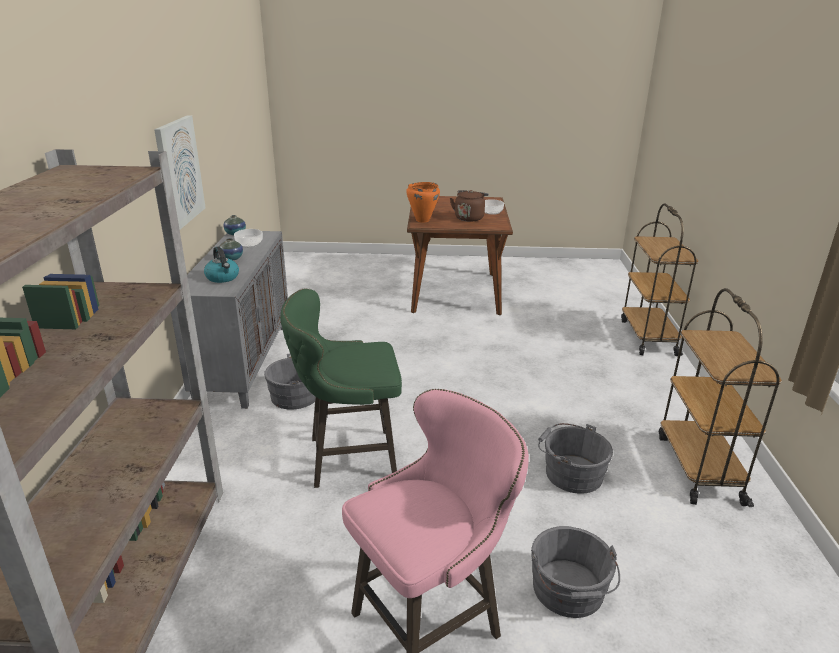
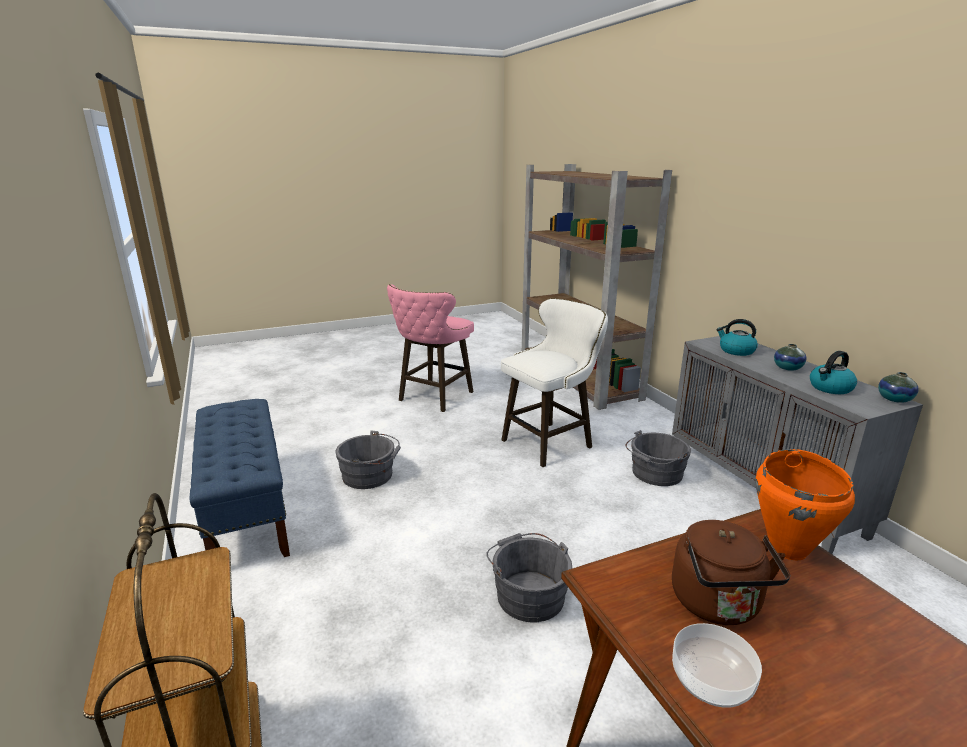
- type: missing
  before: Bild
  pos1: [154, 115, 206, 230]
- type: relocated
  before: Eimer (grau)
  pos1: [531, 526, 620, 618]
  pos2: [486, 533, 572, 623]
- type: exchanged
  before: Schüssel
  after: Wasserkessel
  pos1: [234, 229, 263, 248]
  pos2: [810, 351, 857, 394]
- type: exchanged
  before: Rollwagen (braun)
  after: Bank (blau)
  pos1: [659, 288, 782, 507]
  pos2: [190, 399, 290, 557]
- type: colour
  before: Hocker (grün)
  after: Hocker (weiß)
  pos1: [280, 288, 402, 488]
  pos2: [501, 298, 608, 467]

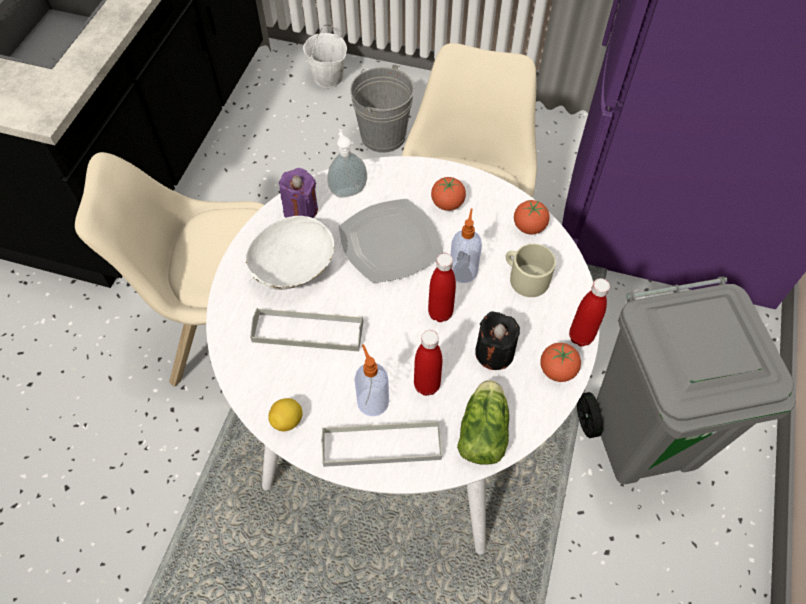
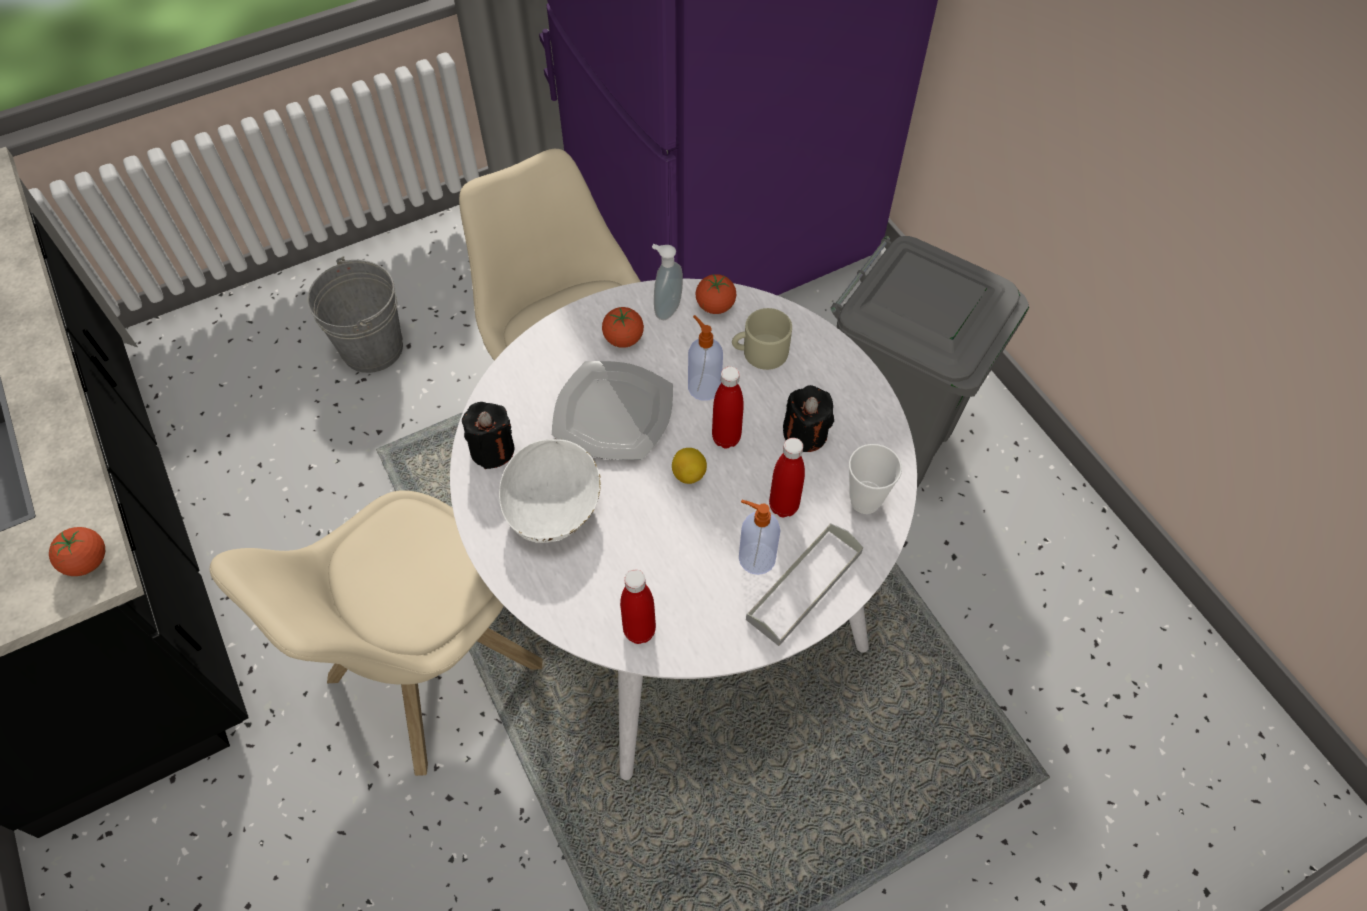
- type: missing
  before: Tablett (grau)
  pos1: [250, 308, 363, 351]
- type: missing
  before: Eimer (weiß)
  pos1: [303, 25, 347, 88]
- type: relocated
  before: Zitrone
  pos1: [268, 398, 303, 431]
  pos2: [672, 448, 707, 484]
- type: relocated
  before: Seifenspender
  pos1: [327, 132, 367, 197]
  pos2: [652, 244, 683, 320]
- type: relocated
  before: Tomate
  pos1: [540, 343, 581, 382]
  pos2: [49, 527, 105, 576]
- type: relocated
  before: Flasche (rot)
  pos1: [569, 278, 610, 346]
  pos2: [620, 569, 656, 644]
- type: exchanged
  before: Salatkopf
  after: Tasse
  pos1: [457, 380, 509, 465]
  pos2: [849, 444, 902, 514]
- type: colour
  before: Kerze (lila)
  after: Kerze (schwarz)
  pos1: [279, 168, 318, 218]
  pos2: [462, 402, 514, 469]

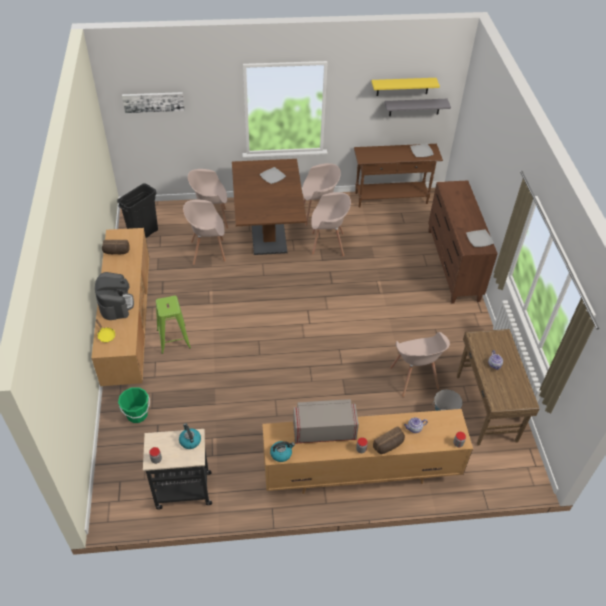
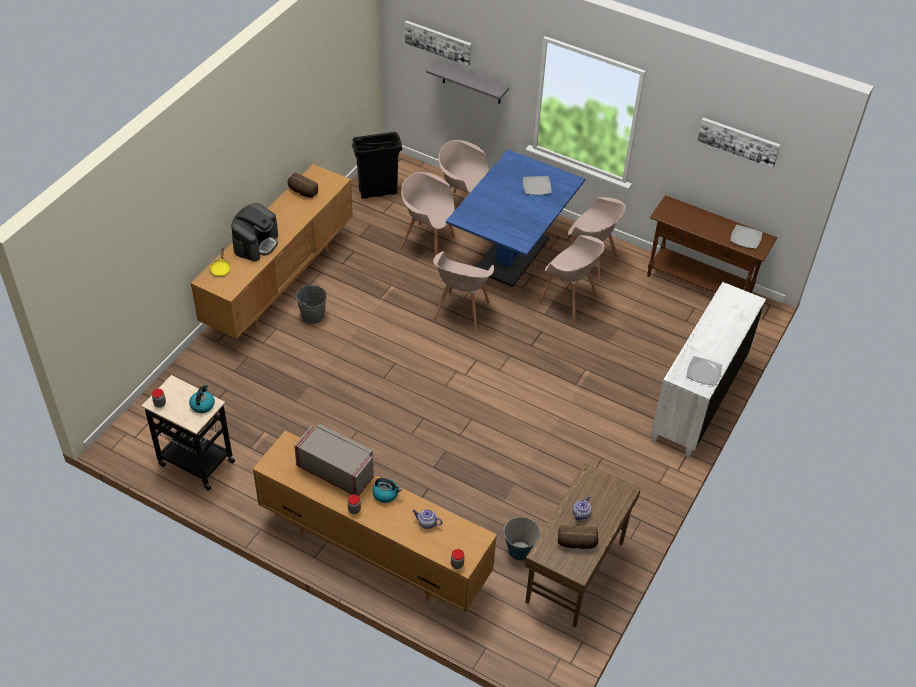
- type: missing
  before: Eimer (grün)
  pos1: [118, 387, 150, 423]
- type: relocated
  before: Wasserkessel
  pos1: [270, 441, 295, 462]
  pos2: [372, 478, 402, 503]
- type: relocated
  before: Brot
  pos1: [373, 426, 405, 454]
  pos2: [558, 525, 599, 549]
- type: relocated
  before: Wandregal (grau)
  pos1: [384, 99, 451, 116]
  pos2: [426, 61, 509, 104]
- type: relocated
  before: Stuhl (beige)
  pos1: [390, 332, 450, 397]
  pos2: [433, 251, 494, 332]
- type: exchanged
  before: Hocker (grün)
  after: Eimer (grau)
  pos1: [156, 296, 191, 354]
  pos2: [296, 284, 327, 324]
- type: exchanged
  before: Wandregal (gelb)
  after: Bild
  pos1: [371, 78, 440, 96]
  pos2: [697, 117, 780, 168]
- type: colour
  before: Esstisch (braun)
  after: Esstisch (blau)
  pos1: [232, 159, 307, 255]
  pos2: [446, 149, 585, 287]
- type: colour
  before: Kommode (braun)
  after: Kommode (weiß)
  pos1: [428, 180, 498, 304]
  pos2: [651, 282, 766, 458]

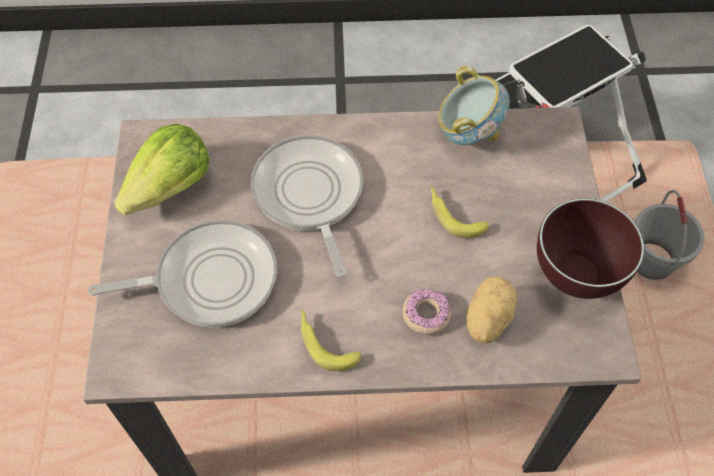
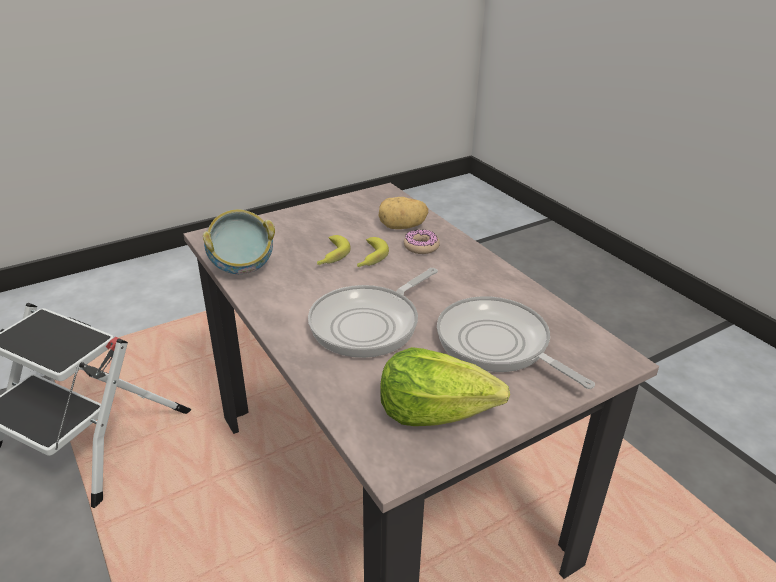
- type: missing
  before: Schüssel (braun)
  pos1: [537, 198, 644, 299]
- type: missing
  before: Eimer (grau)
  pos1: [634, 190, 705, 280]
- type: relocated
  before: Banane
  pos1: [300, 310, 361, 371]
  pos2: [357, 237, 389, 267]

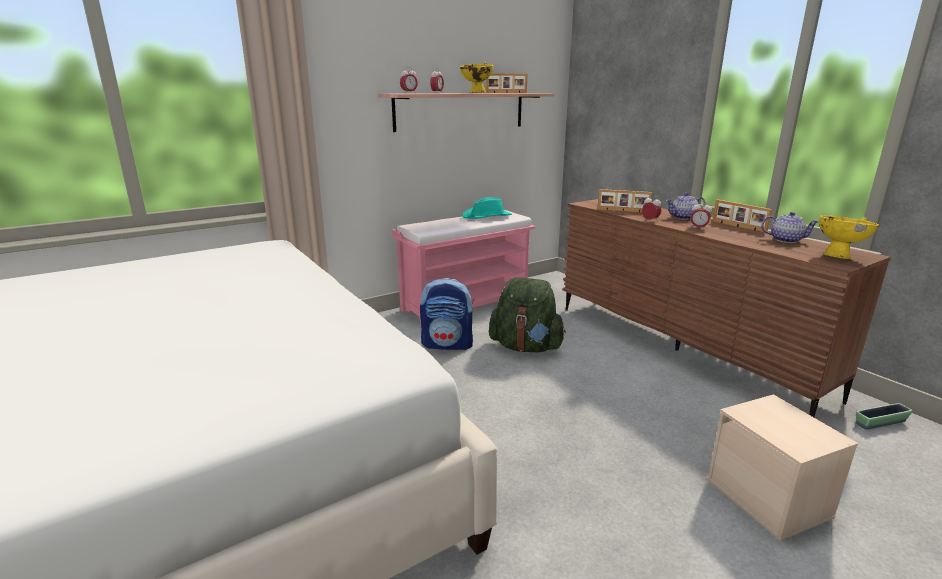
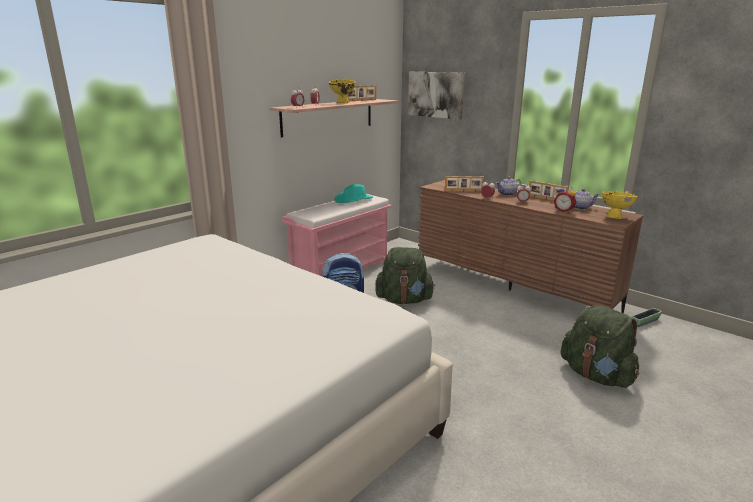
- type: appeared
  after: Bild
  pos2: [408, 72, 465, 120]
- type: appeared
  after: Wecker
  pos2: [554, 185, 576, 212]
- type: exchanged
  before: Aufbewahrungsbox (beige)
  after: Rucksack (grün)
  pos1: [707, 394, 858, 541]
  pos2: [561, 305, 639, 388]

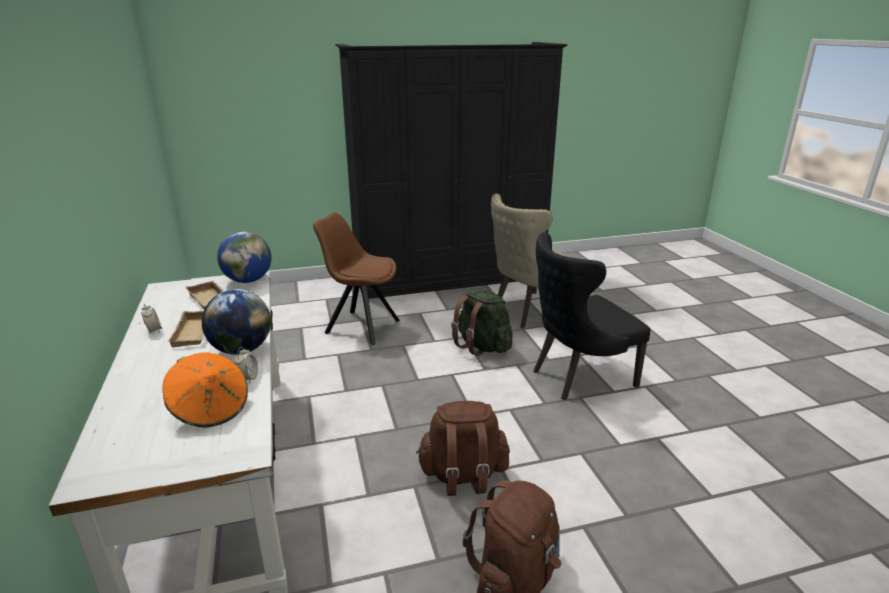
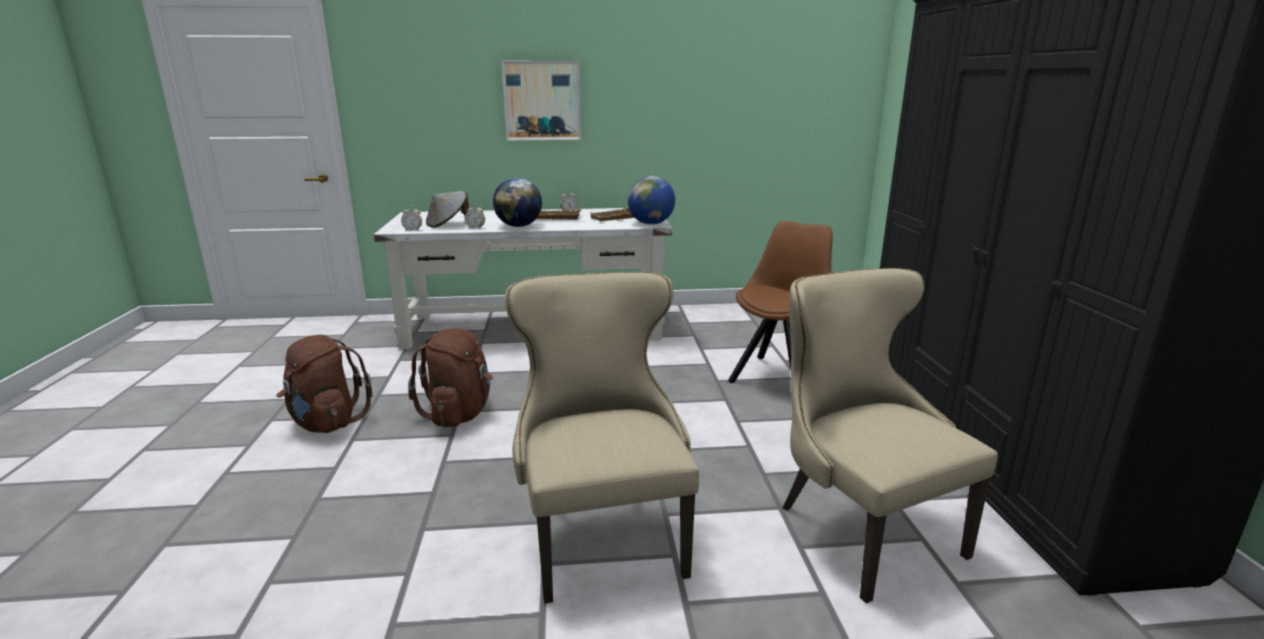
- type: missing
  before: Rucksack (grün)
  pos1: [451, 288, 513, 356]
- type: appeared
  after: Wecker
  pos2: [401, 206, 422, 231]
- type: appeared
  after: Bild
  pos2: [501, 60, 581, 141]
- type: colour
  before: Hut (orange)
  after: Hut (grau)
  pos1: [162, 352, 248, 428]
  pos2: [426, 191, 469, 228]
- type: colour
  before: Stuhl (schwarz)
  after: Stuhl (beige)
  pos1: [533, 232, 650, 400]
  pos2: [505, 272, 699, 604]

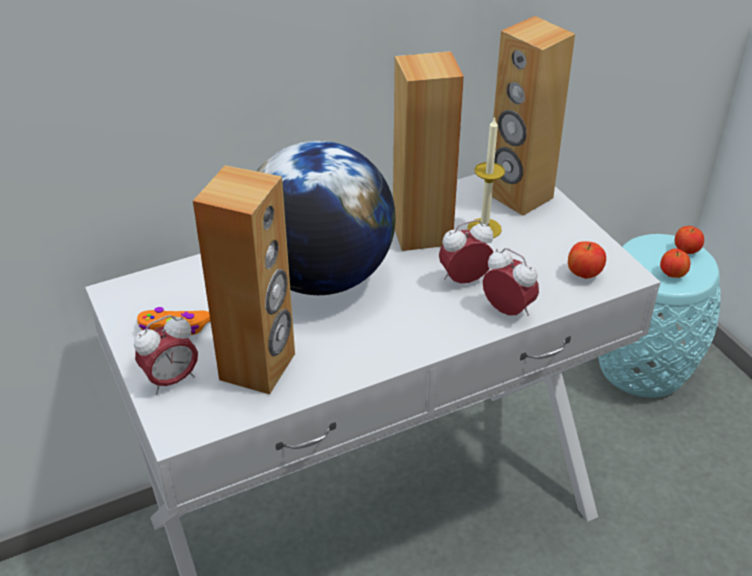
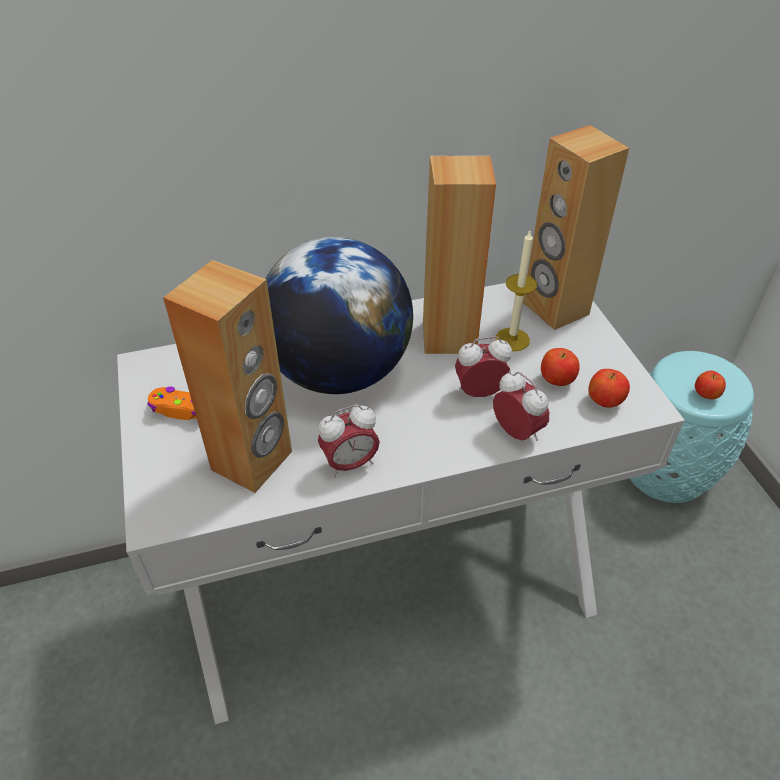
- type: relocated
  before: Wecker
  pos1: [134, 315, 198, 394]
  pos2: [318, 404, 380, 477]
- type: relocated
  before: Apfel
  pos1: [675, 226, 704, 254]
  pos2: [541, 348, 580, 386]

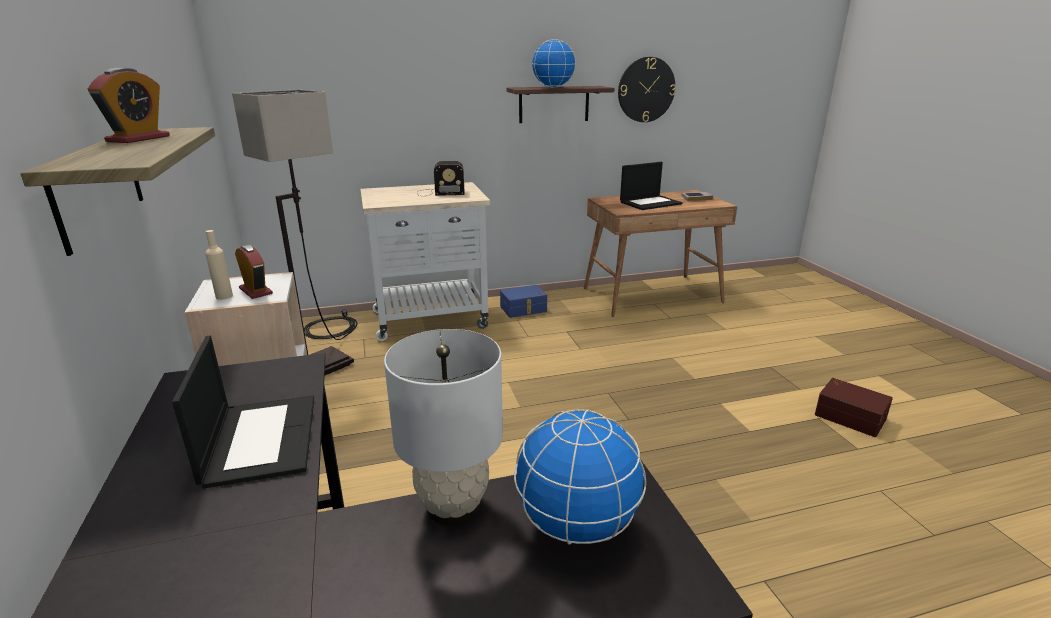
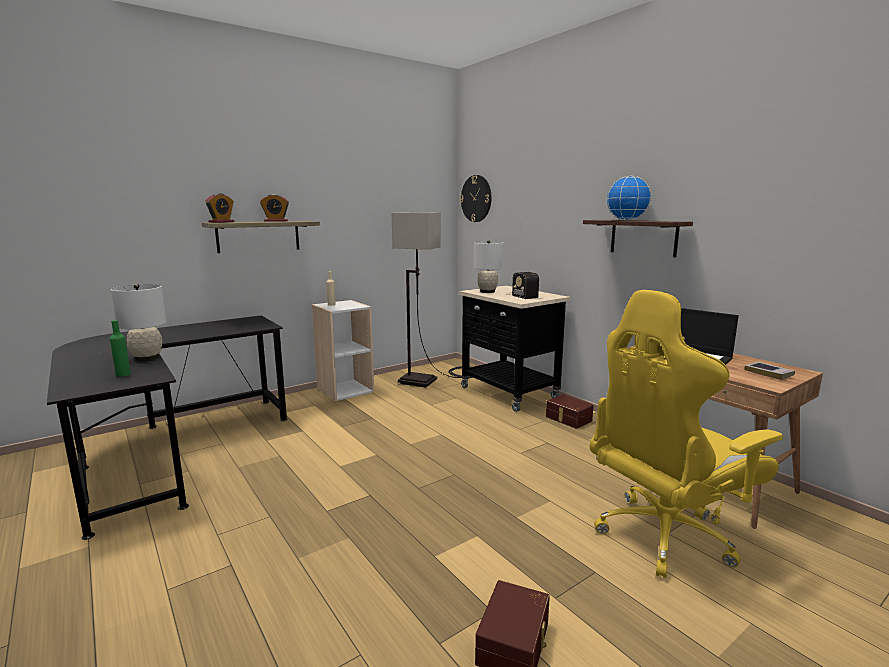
- type: missing
  before: Laptop
  pos1: [172, 336, 314, 489]
- type: appeared
  after: Tischlampe (weiß)
  pos2: [474, 240, 503, 293]
- type: appeared
  after: Bürostuhl (gelb)
  pos2: [590, 290, 783, 578]
- type: relocated
  before: Wecker
  pos1: [235, 244, 273, 299]
  pos2: [205, 193, 235, 223]
- type: relocated
  before: Wanduhr
  pos1: [618, 57, 676, 122]
  pos2: [460, 175, 491, 222]
- type: exchanged
  before: Globus
  after: Flasche (grün)
  pos1: [514, 409, 646, 545]
  pos2: [110, 320, 131, 377]
- type: colour
  before: Rollwagen (weiß)
  after: Rollwagen (schwarz)
  pos1: [360, 182, 490, 341]
  pos2: [459, 286, 570, 412]
- type: colour
  before: Aufbewahrungsbox (blau)
  after: Aufbewahrungsbox (braun)
  pos1: [500, 285, 547, 318]
  pos2: [546, 395, 594, 429]

